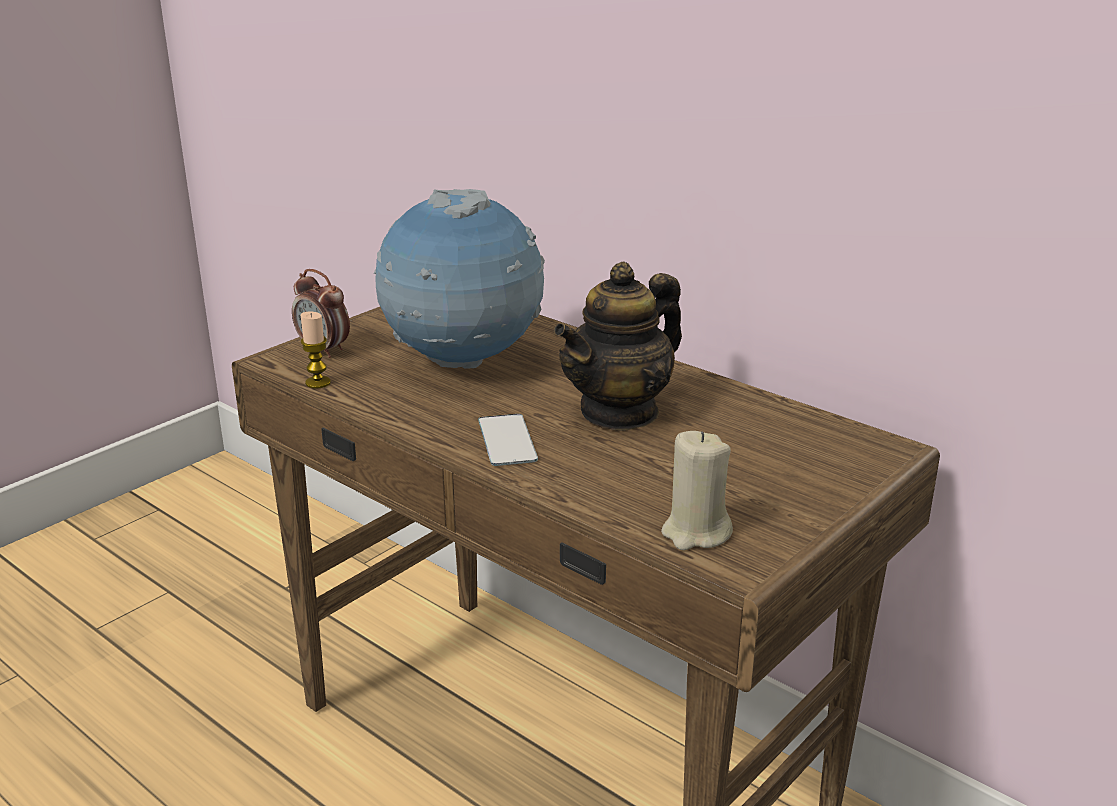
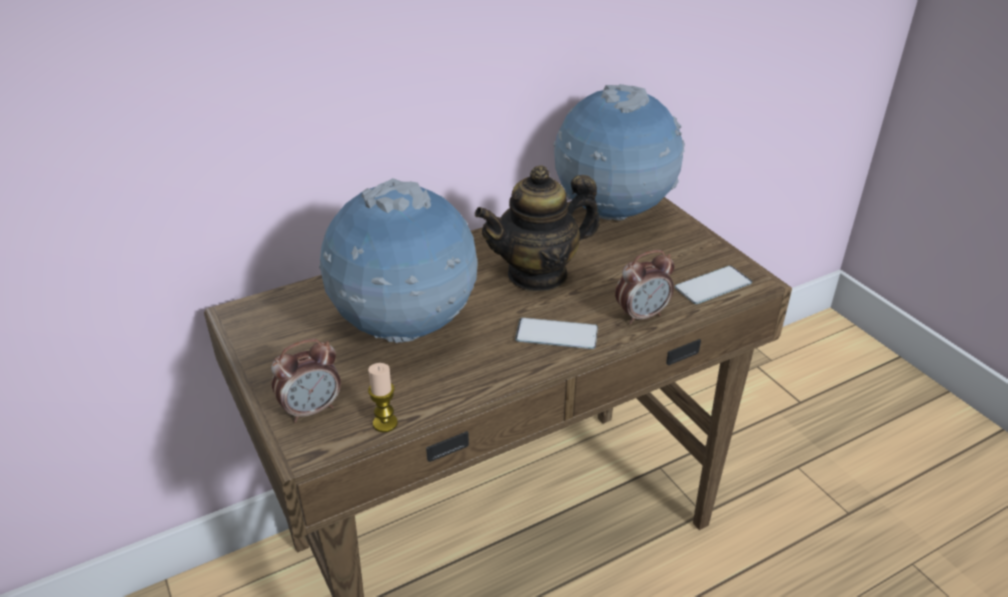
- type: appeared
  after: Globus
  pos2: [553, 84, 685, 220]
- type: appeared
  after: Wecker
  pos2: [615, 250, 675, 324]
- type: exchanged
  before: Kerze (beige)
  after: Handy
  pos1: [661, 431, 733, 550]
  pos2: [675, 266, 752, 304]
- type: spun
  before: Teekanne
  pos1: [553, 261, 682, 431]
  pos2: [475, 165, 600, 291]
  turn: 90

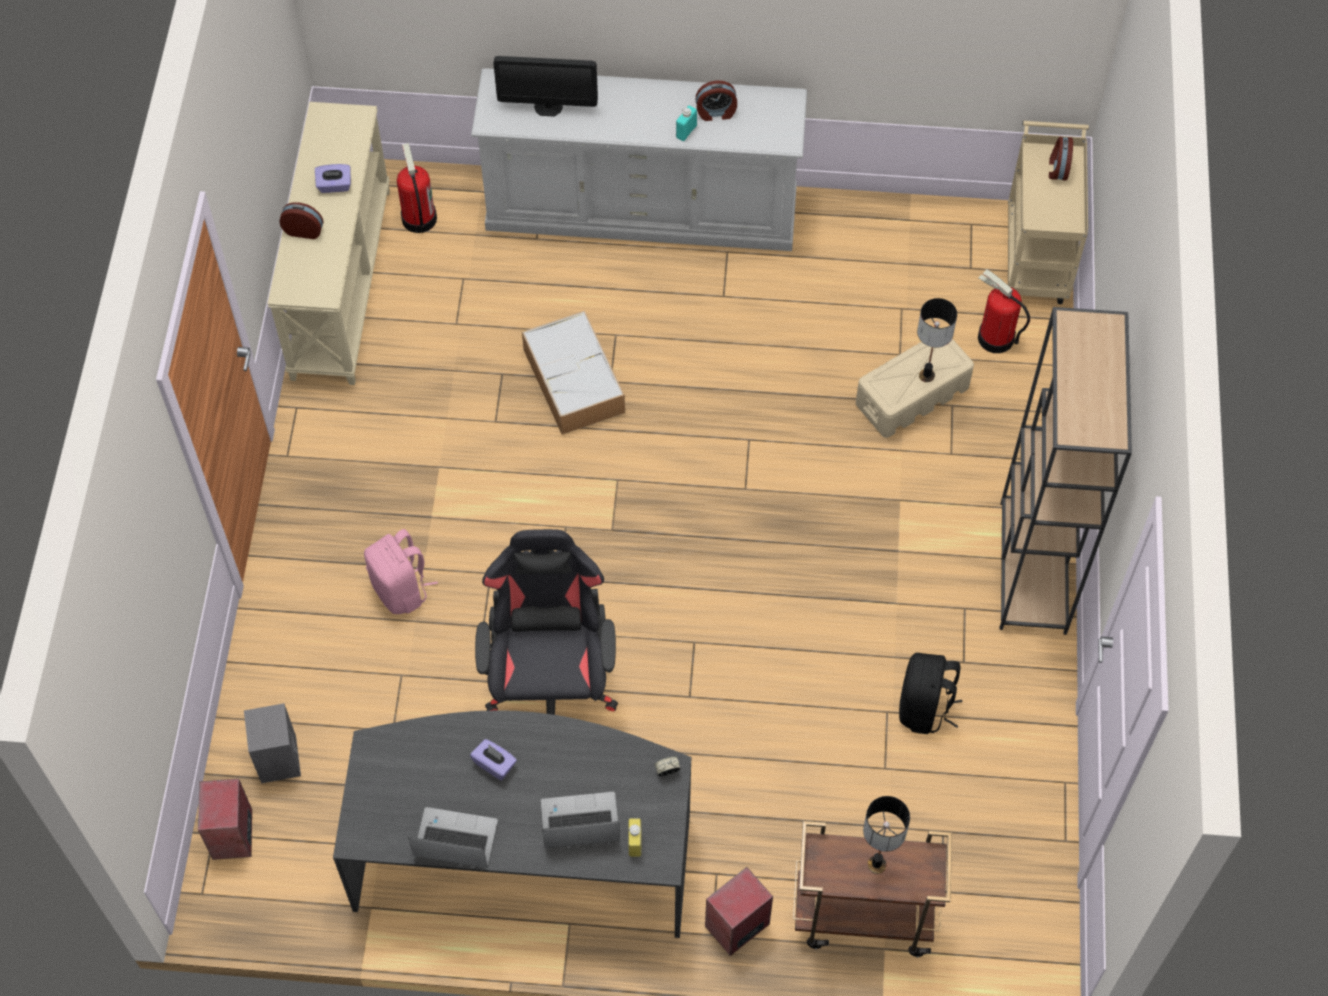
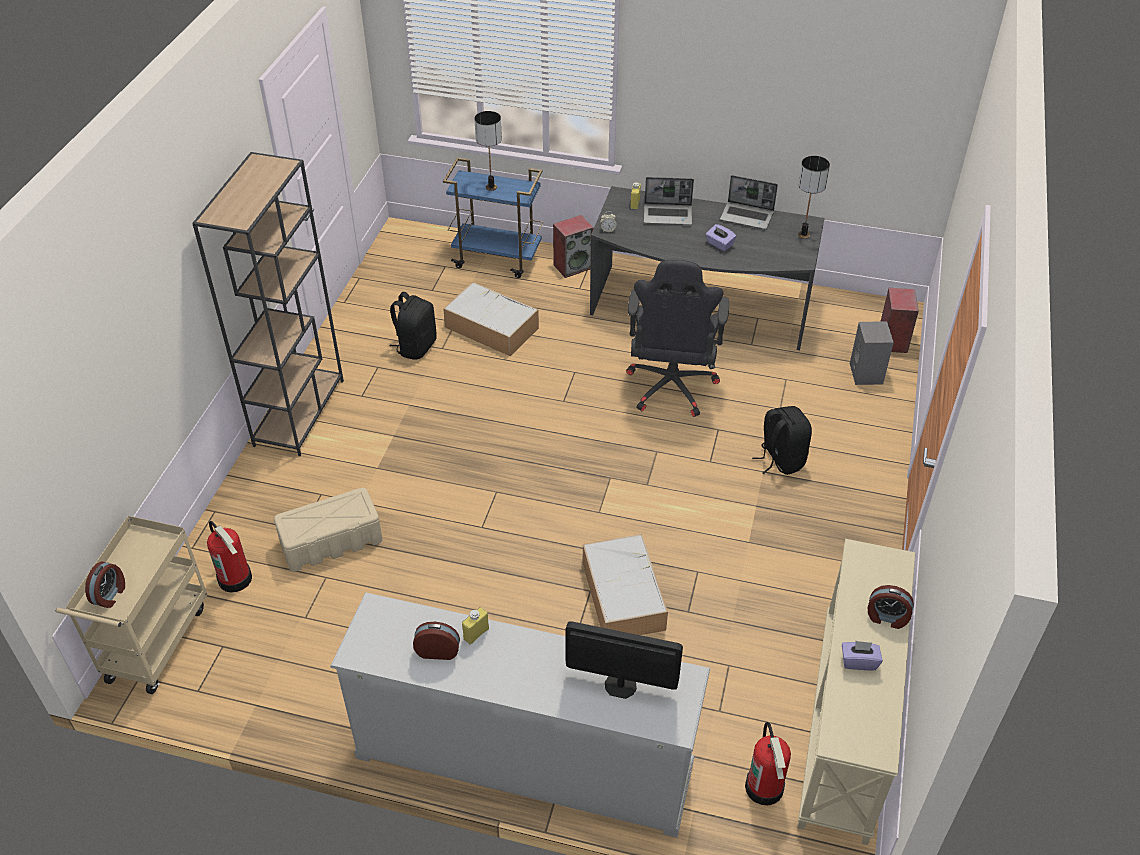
- type: appeared
  after: Aufbewahrungsbox
  pos2: [443, 282, 539, 356]
- type: relocated
  before: Tischlampe
  pos1: [917, 298, 957, 382]
  pos2: [798, 156, 830, 239]
- type: colour
  before: Rucksack (rosa)
  after: Rucksack (schwarz)
  pos1: [364, 529, 438, 614]
  pos2: [752, 406, 812, 475]
- type: colour
  before: Flasche (türkis)
  after: Flasche (gelb)
  pos1: [676, 106, 697, 141]
  pos2: [462, 607, 489, 645]
- type: colour
  before: Rollwagen (braun)
  after: Rollwagen (blau)
  pos1: [793, 821, 952, 958]
  pos2: [443, 157, 543, 278]

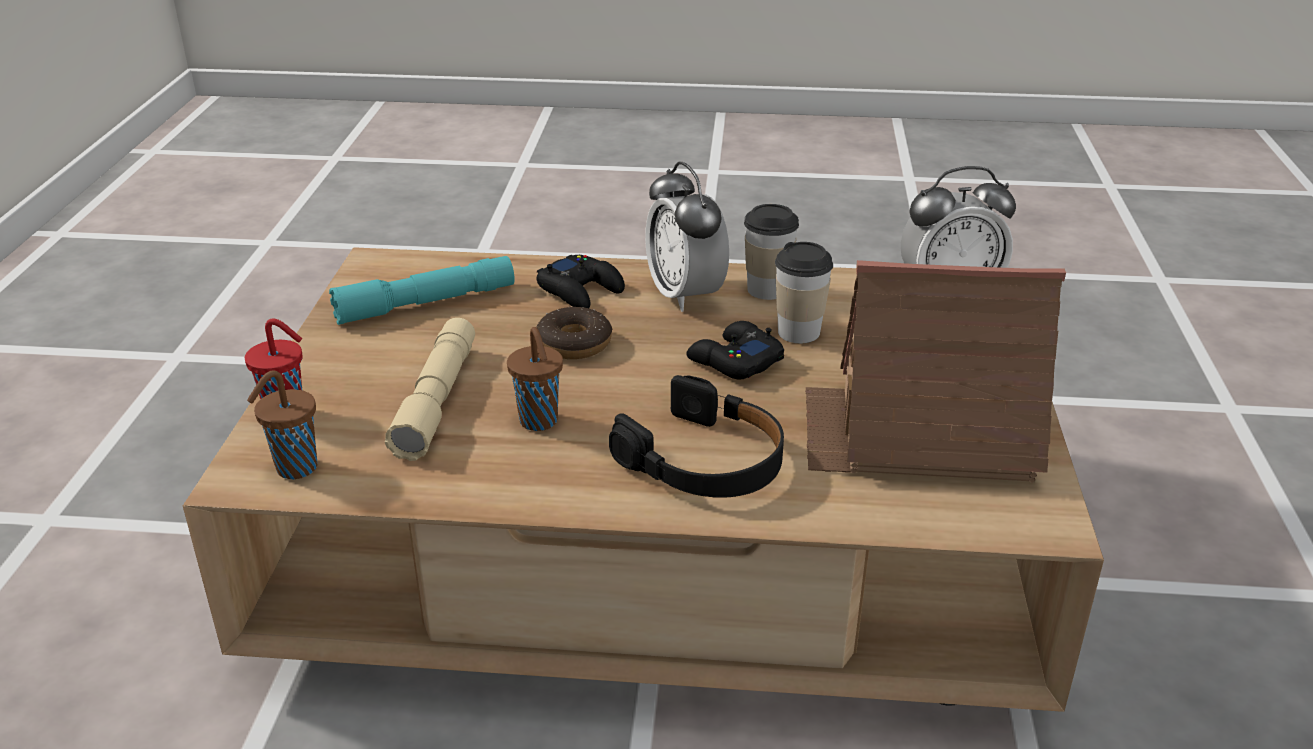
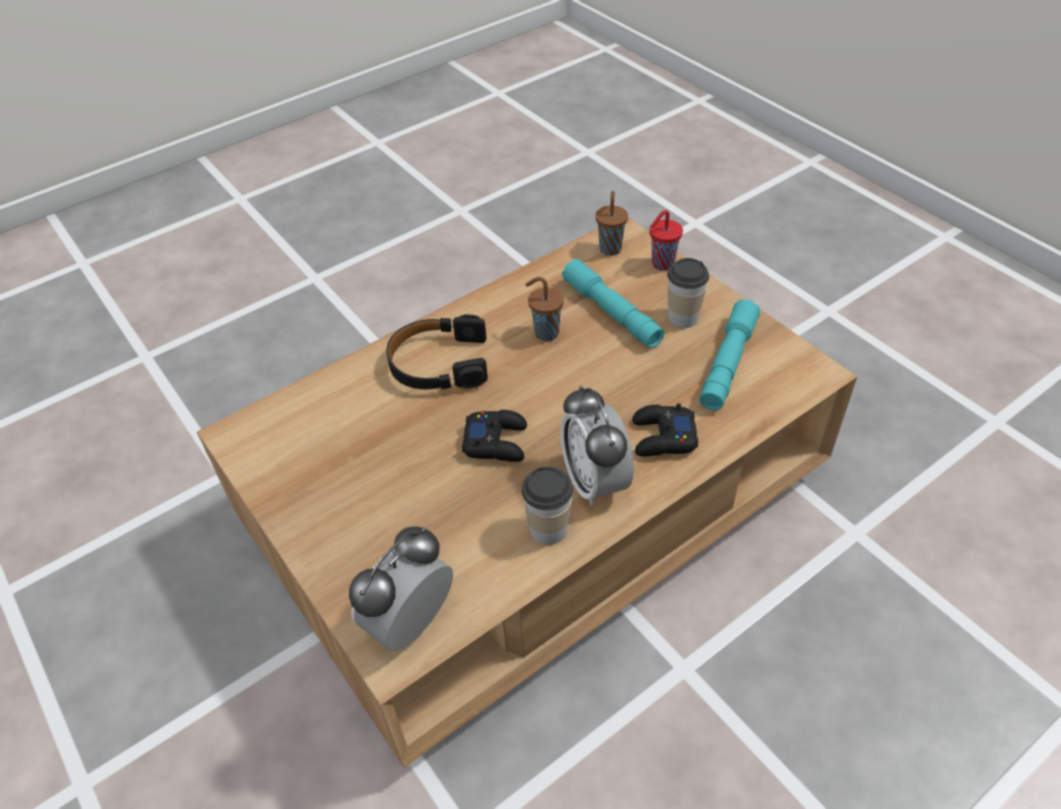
- type: missing
  before: Donut
  pos1: [536, 307, 612, 359]
- type: missing
  before: Spielzeughaus
  pos1: [805, 260, 1066, 483]
- type: relocated
  before: Tasse
  pos1: [775, 242, 833, 343]
  pos2: [667, 258, 709, 328]
- type: colour
  before: Taschenlampe (beige)
  after: Taschenlampe (türkis)
  pos1: [385, 318, 475, 461]
  pos2: [562, 259, 665, 348]
- type: spun
  before: Wecker
  pos1: [645, 162, 729, 312]
  pos2: [560, 385, 634, 506]
  turn: -135

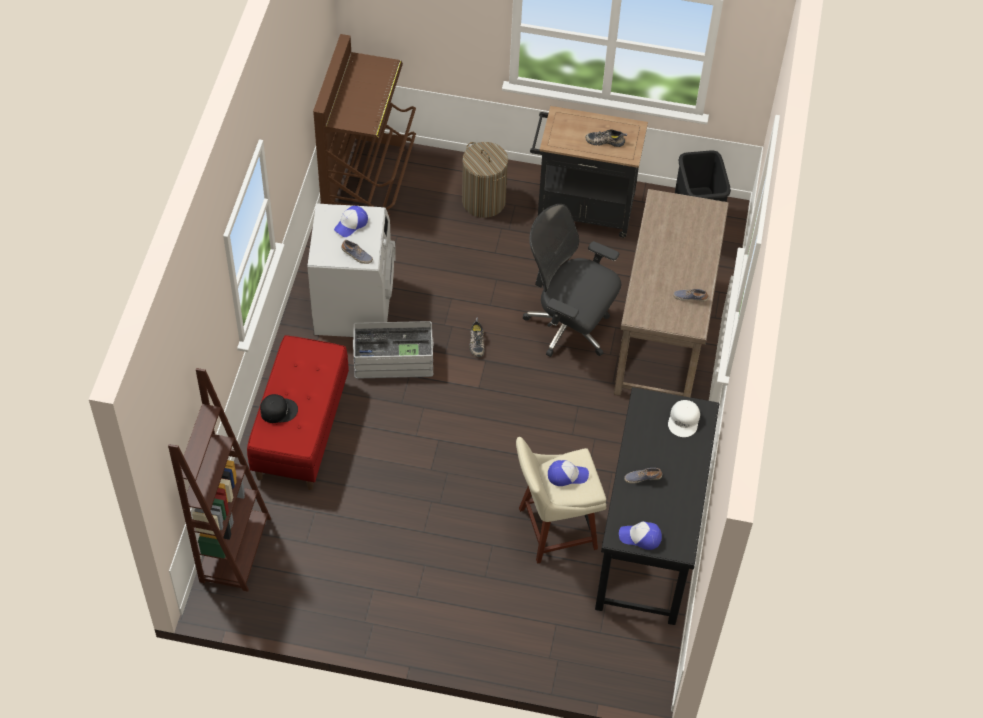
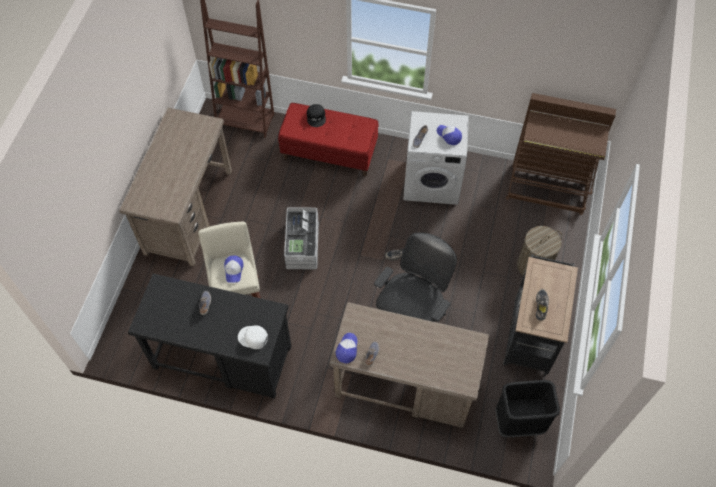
- type: appeared
  after: Schreibtisch (braun)
  pos2: [119, 107, 232, 267]
- type: relocated
  before: Aufbewahrungsbox (grau)
  pos1: [353, 321, 433, 379]
  pos2: [284, 208, 319, 269]
- type: relocated
  before: Kappe
  pos1: [619, 521, 662, 550]
  pos2: [336, 333, 357, 363]

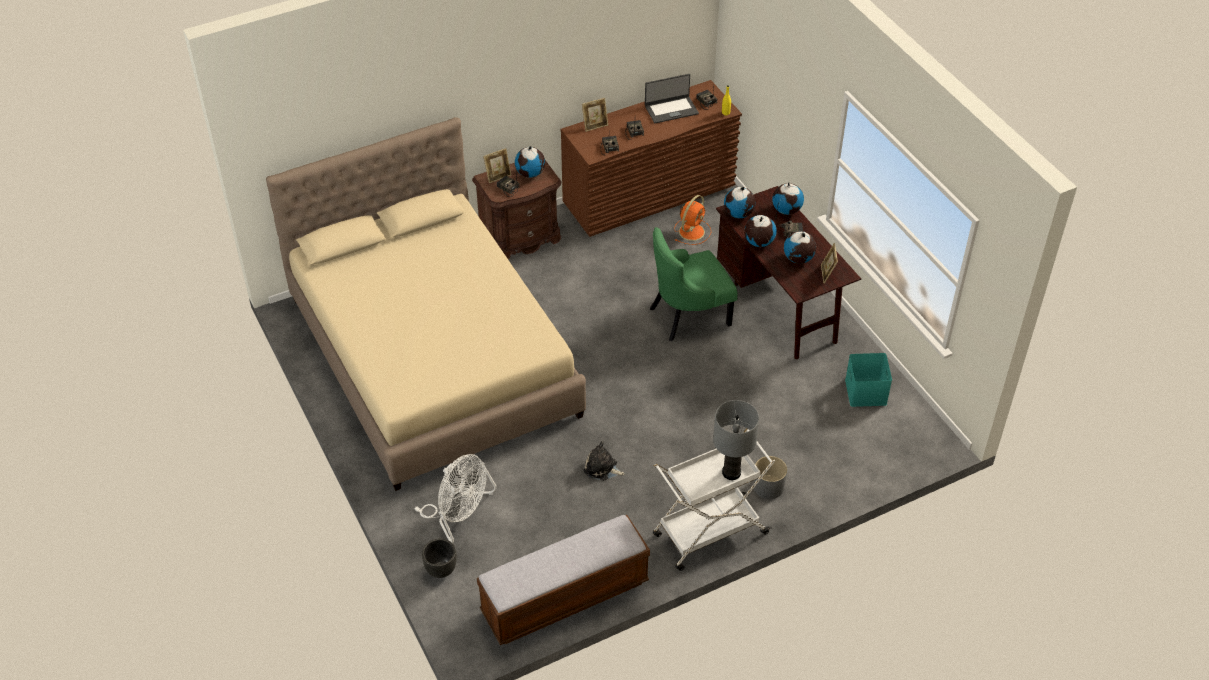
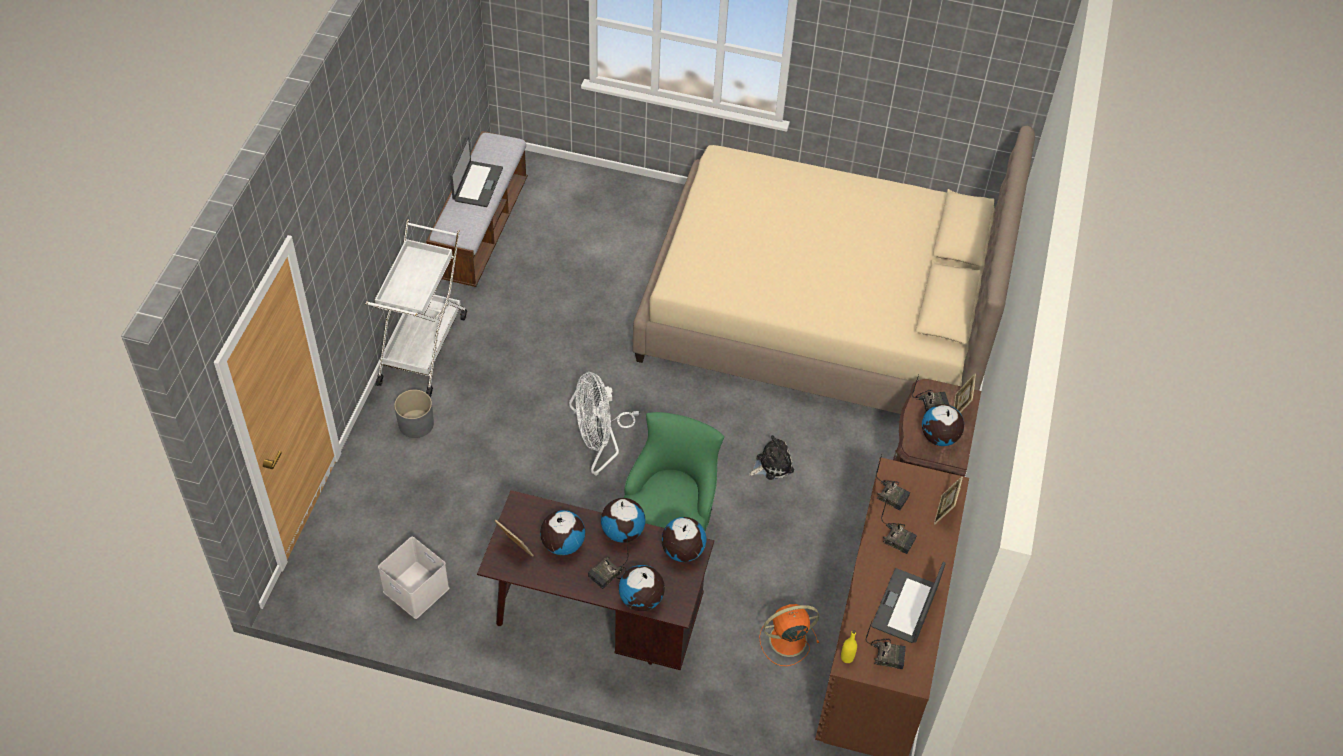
- type: missing
  before: Pflanzkübel (schwarz)
  pos1: [422, 538, 457, 578]
- type: missing
  before: Tischlampe (grau)
  pos1: [713, 400, 759, 480]
- type: appeared
  after: Laptop
  pos2: [450, 136, 503, 207]
- type: relocated
  before: Ventilator (weiß)
  pos1: [414, 454, 496, 543]
  pos2: [569, 372, 641, 476]
- type: relocated
  before: Plüschtier
  pos1: [584, 441, 625, 481]
  pos2: [749, 435, 794, 480]
- type: colour
  before: Aufbewahrungsbox (türkis)
  after: Aufbewahrungsbox (weiß)
  pos1: [845, 353, 892, 407]
  pos2: [378, 537, 449, 619]
- type: spun
  before: Ventilator (orange)
  pos1: [674, 195, 711, 245]
  pos2: [759, 604, 819, 666]
  turn: 90

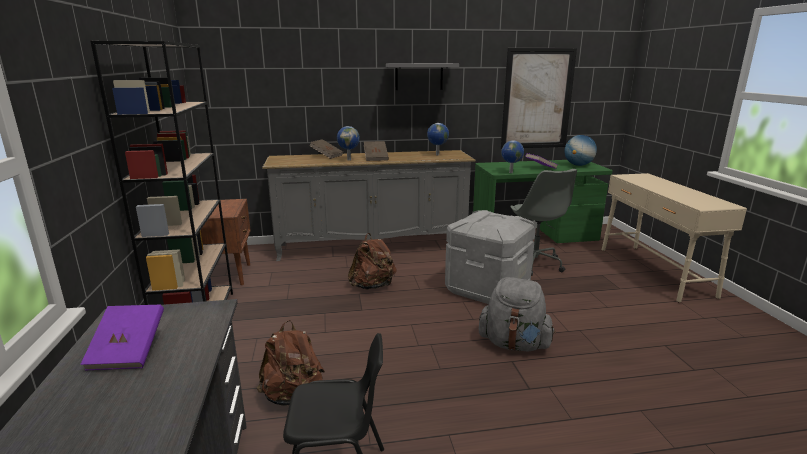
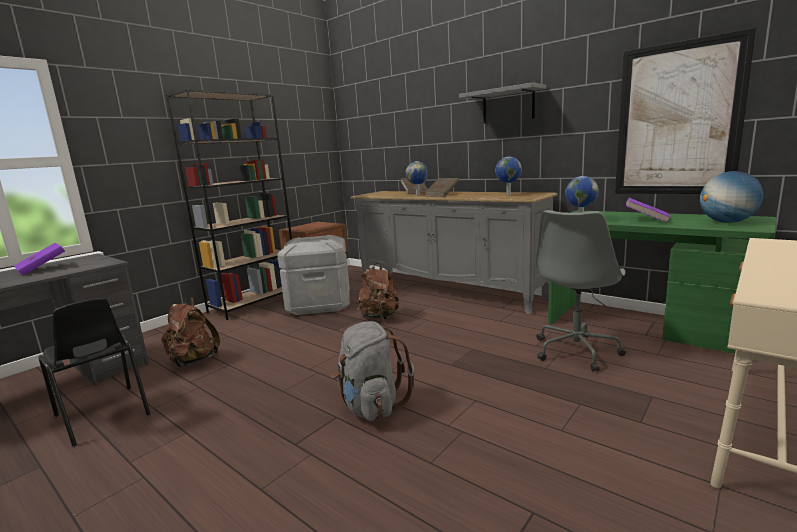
- type: relocated
  before: Aufbewahrungsbox (grau)
  pos1: [445, 210, 536, 304]
  pos2: [277, 235, 350, 315]

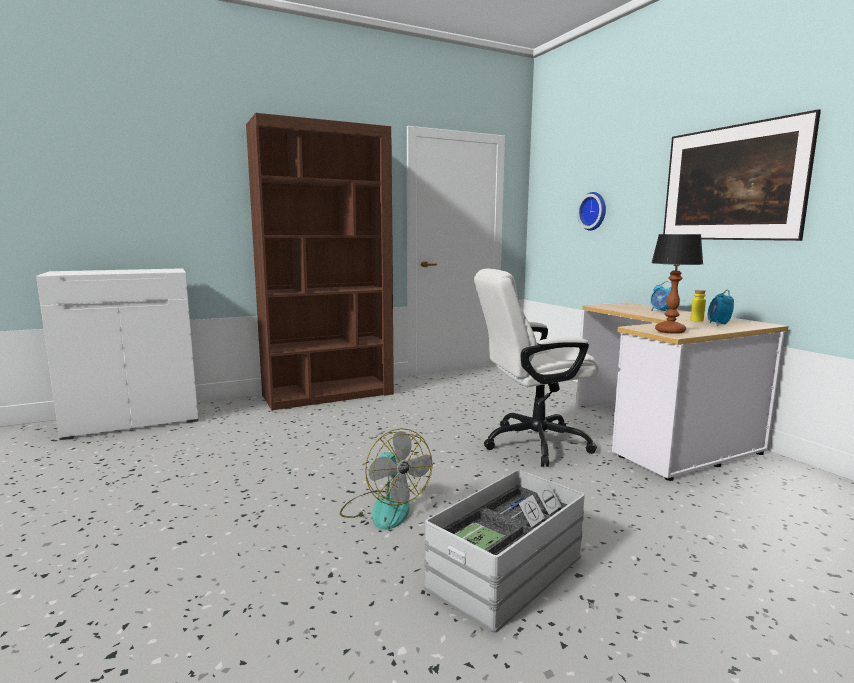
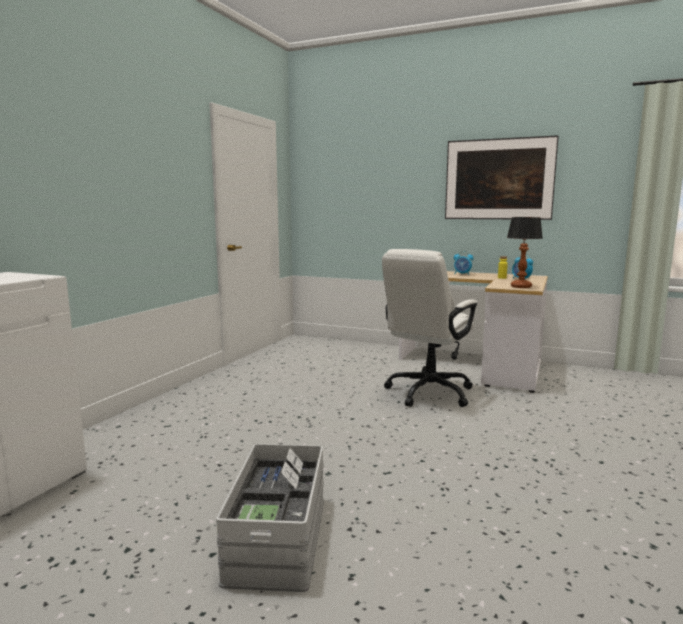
- type: missing
  before: Bücherregal (braun)
  pos1: [246, 113, 394, 410]
- type: missing
  before: Ventilator
  pos1: [340, 428, 433, 530]
- type: missing
  before: Wanduhr
  pos1: [577, 192, 606, 231]
- type: relocated
  before: Aufbewahrungsbox (grau)
  pos1: [424, 470, 585, 632]
  pos2: [216, 444, 324, 592]

